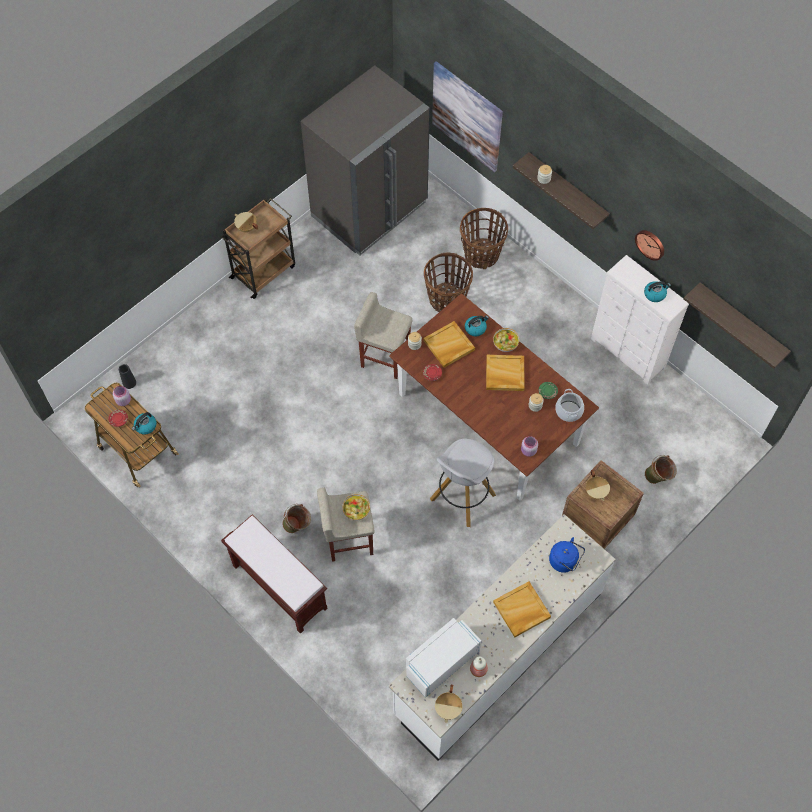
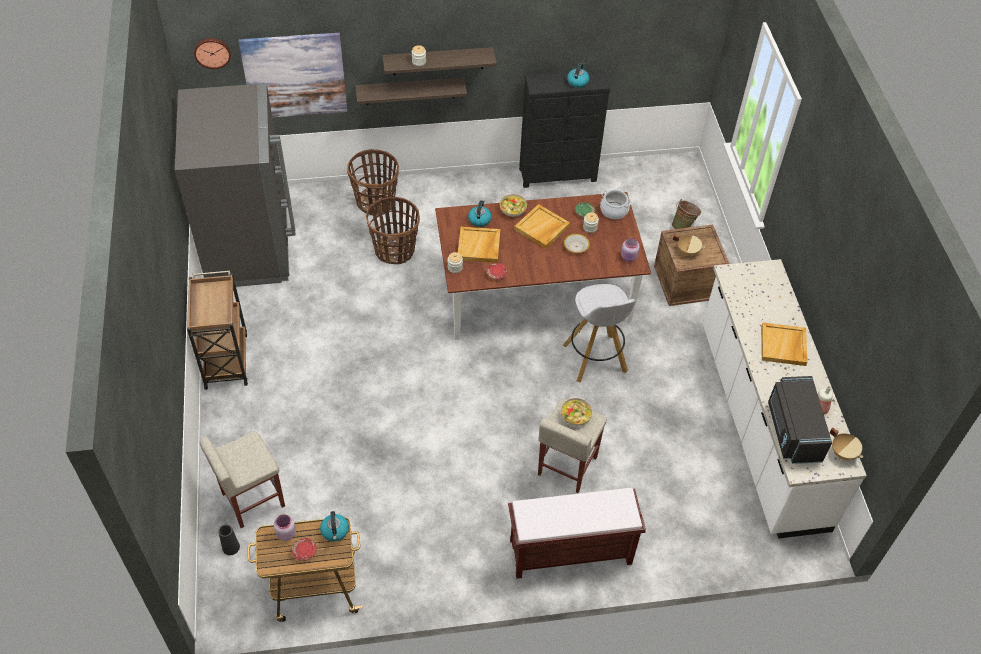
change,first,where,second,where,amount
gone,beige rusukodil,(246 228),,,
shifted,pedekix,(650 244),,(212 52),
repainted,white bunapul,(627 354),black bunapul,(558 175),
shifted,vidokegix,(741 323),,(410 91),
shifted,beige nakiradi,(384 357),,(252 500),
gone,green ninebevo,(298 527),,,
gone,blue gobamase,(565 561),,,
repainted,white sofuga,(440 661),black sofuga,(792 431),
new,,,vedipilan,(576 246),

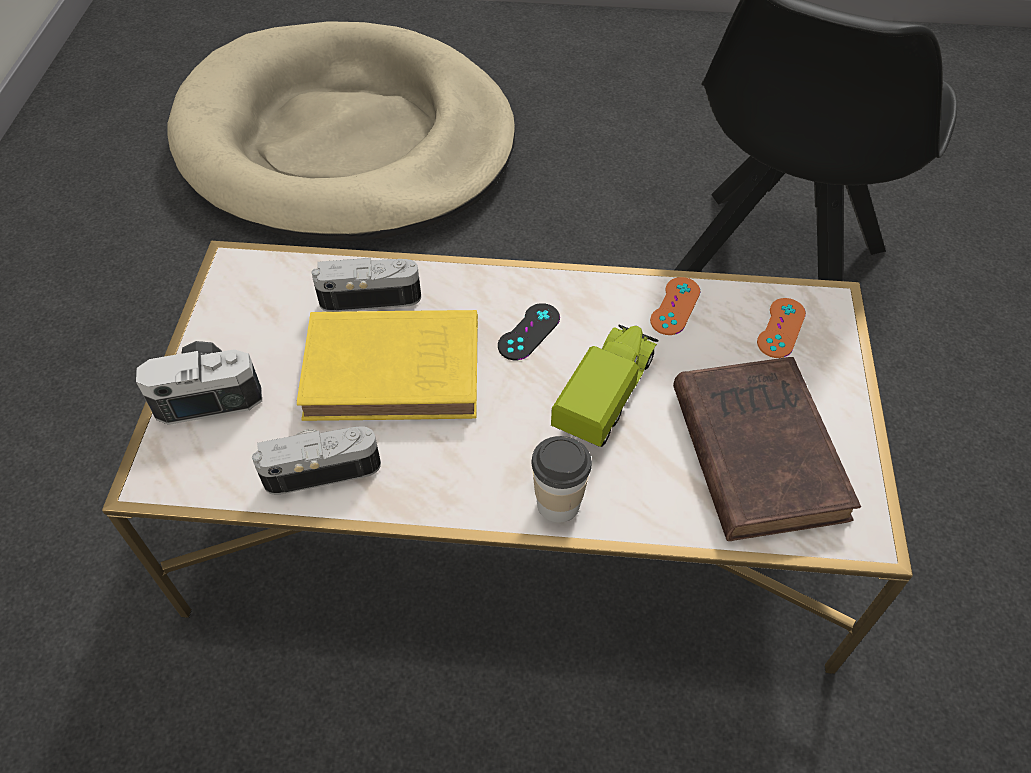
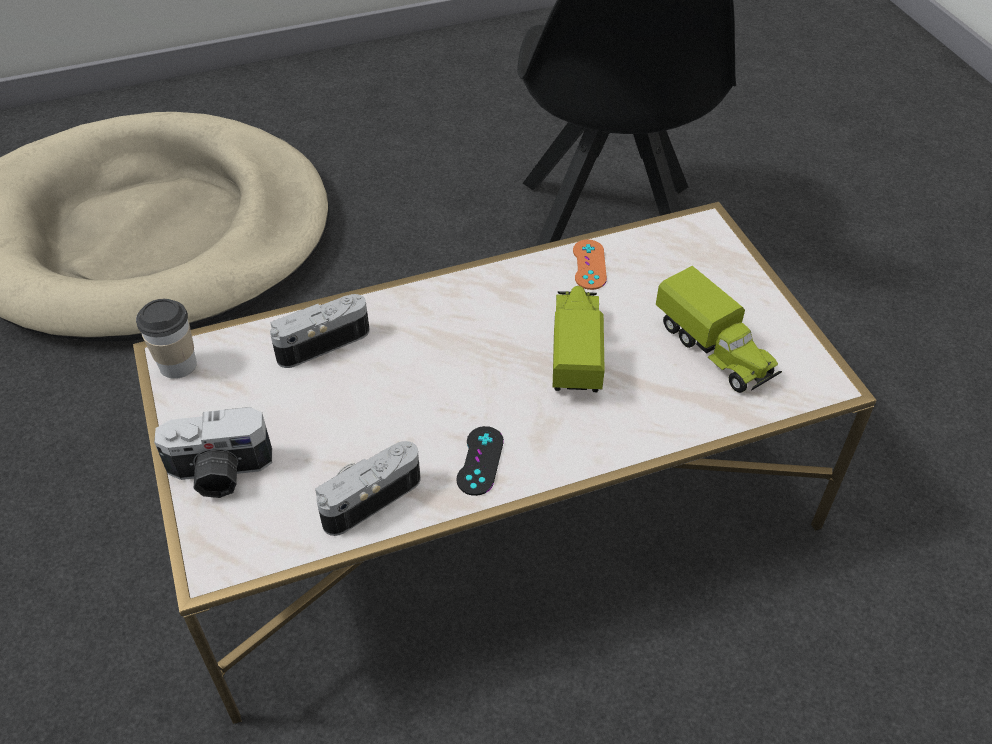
change,first,where,second,where,amount
gone,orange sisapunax,(781 328),,,
shifted,black sisapunax,(529 332),,(480 461),
gone,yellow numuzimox,(398 371),,,
rotated,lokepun,(209 392),,(220 473),150 degrees counterclockwise
swapped,brown numuzimox,(755 448),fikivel,(714 350),
shifted,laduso,(558 503),,(178 365),

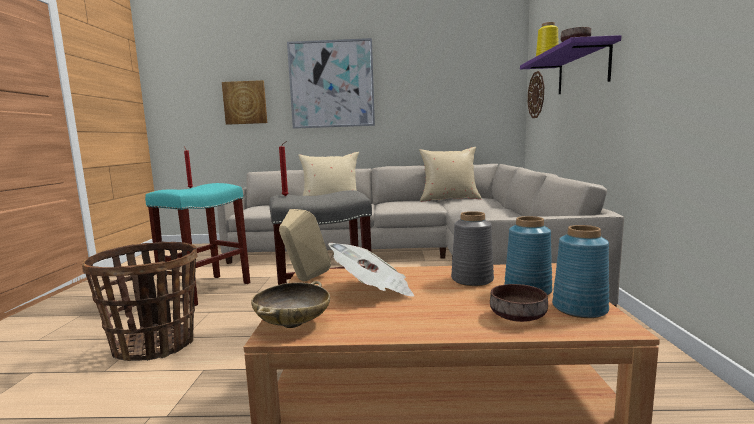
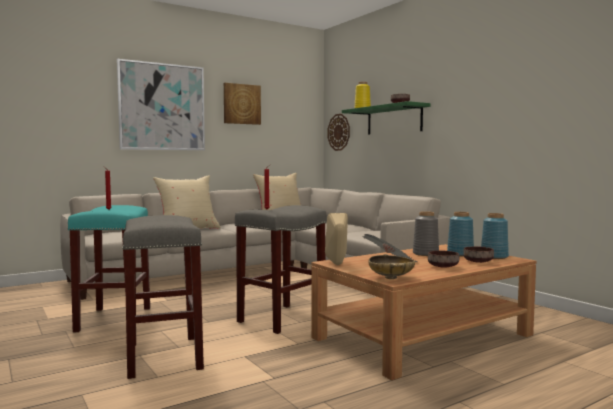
change,first,where,second,where,amount
repainted,purple vidokegix,(582 70),green vidokegix,(394 120),
shifted,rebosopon,(245 102),,(241 104),
swapped,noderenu,(155 345),grey nakiradi,(163 356),
new,,,brown vedipilan,(442 266),

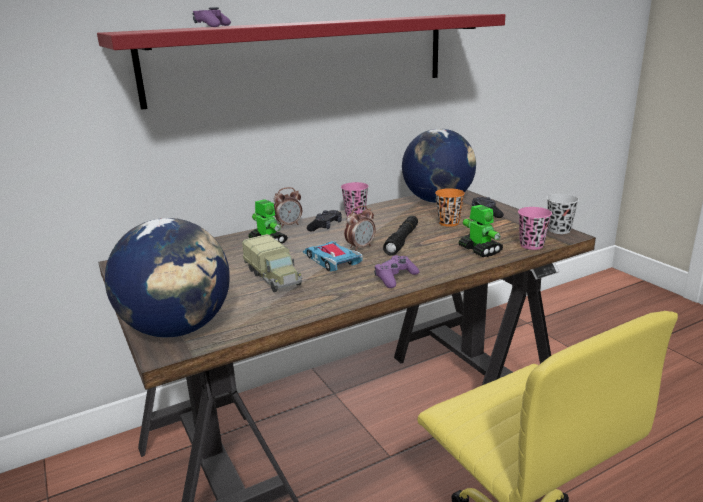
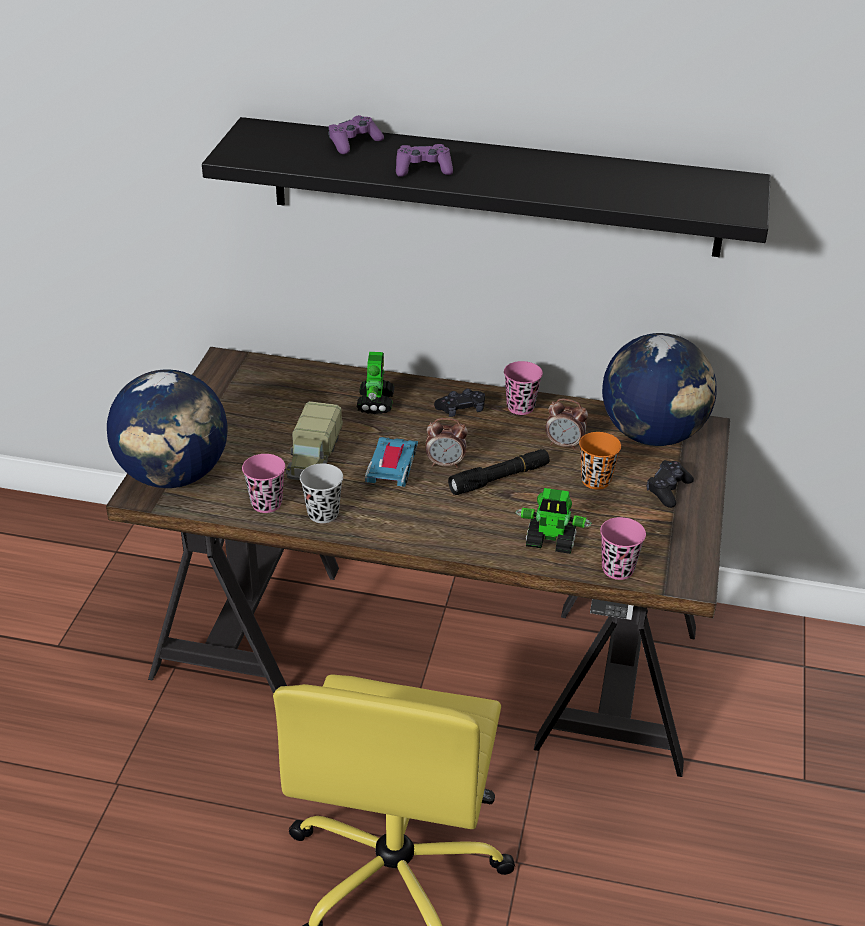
change,first,where,second,where,amount
repainted,red vidokegix,(304 57),black vidokegix,(494 187),
shifted,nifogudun,(289 225),,(564 444),
shifted,black laduso,(559 230),,(323 514),
rotated,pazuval,(479 250),,(551 541),90 degrees clockwise
shifted,purple sisapunax,(395 278),,(423 170),
new,,,pink laduso,(266 503),

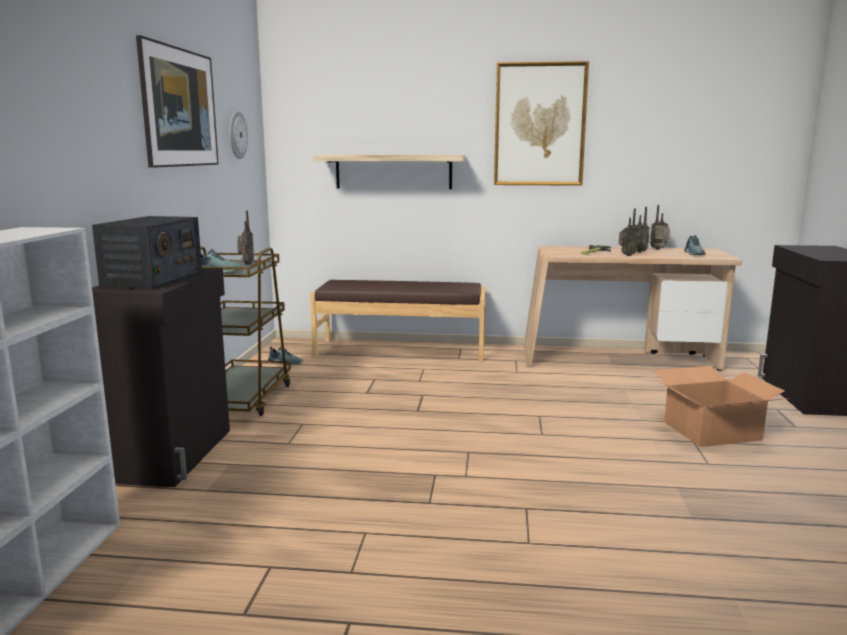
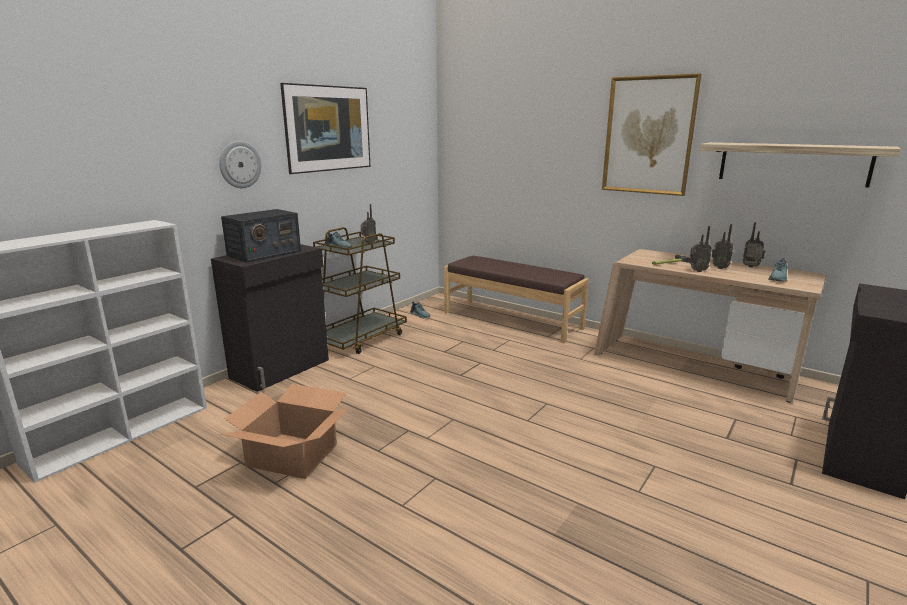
change,first,where,second,where,amount
shifted,pedekix,(237 135),,(240 164),
shifted,vidokegix,(393 171),,(792 163),
shifted,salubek,(711 430),,(292 454),

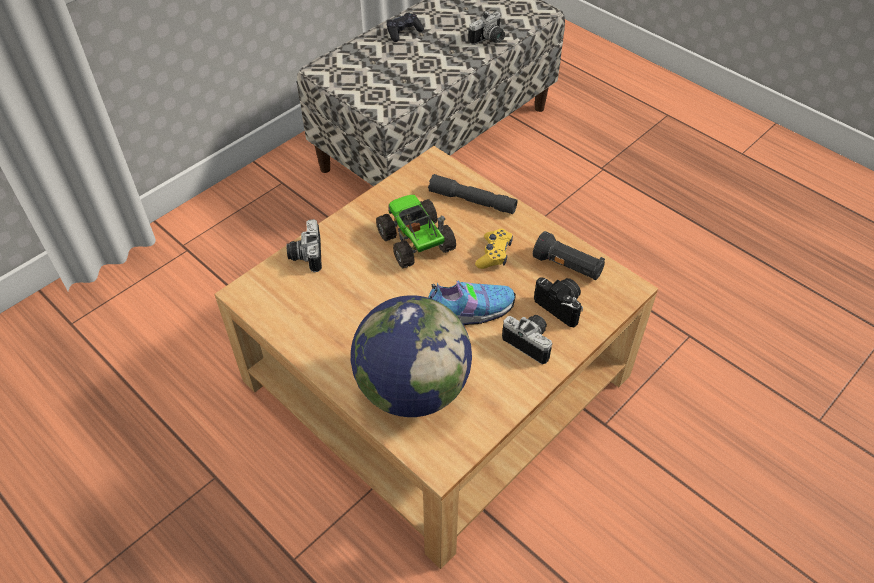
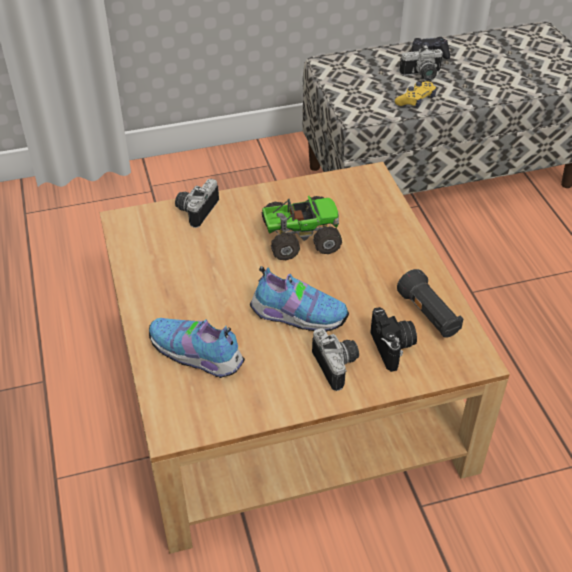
change,first,where,second,where,amount
shifted,lokepun,(489 40),,(422 76),
gone,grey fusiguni,(472 201),,,
rotated,fikivel,(416 243),,(299 237),75 degrees clockwise
shifted,yellow sisapunax,(494 254),,(416 100),
swapped,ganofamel,(412 389),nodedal,(197 357),

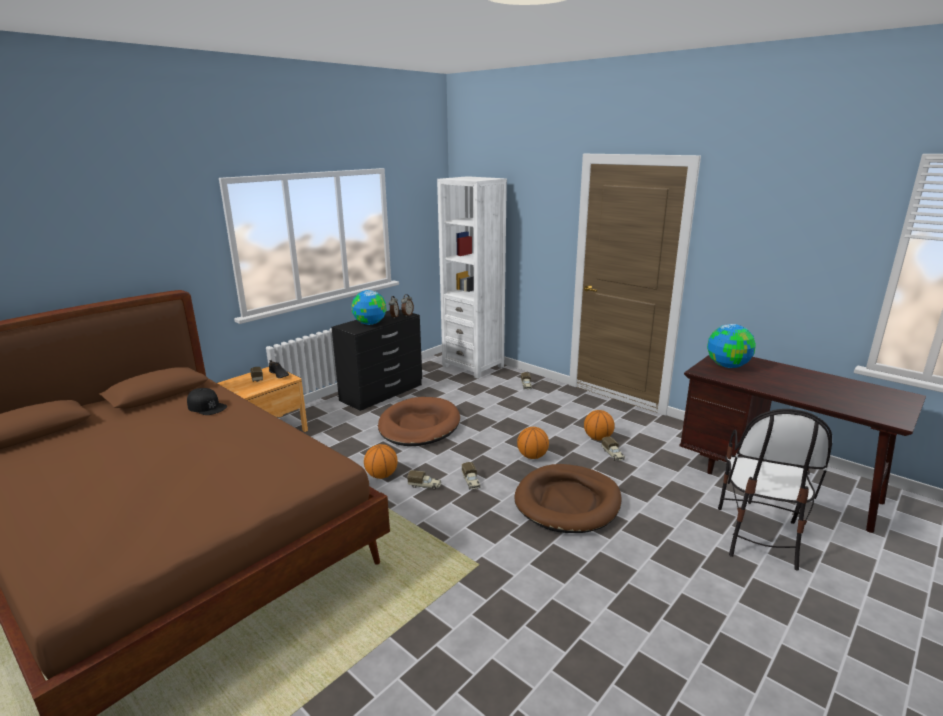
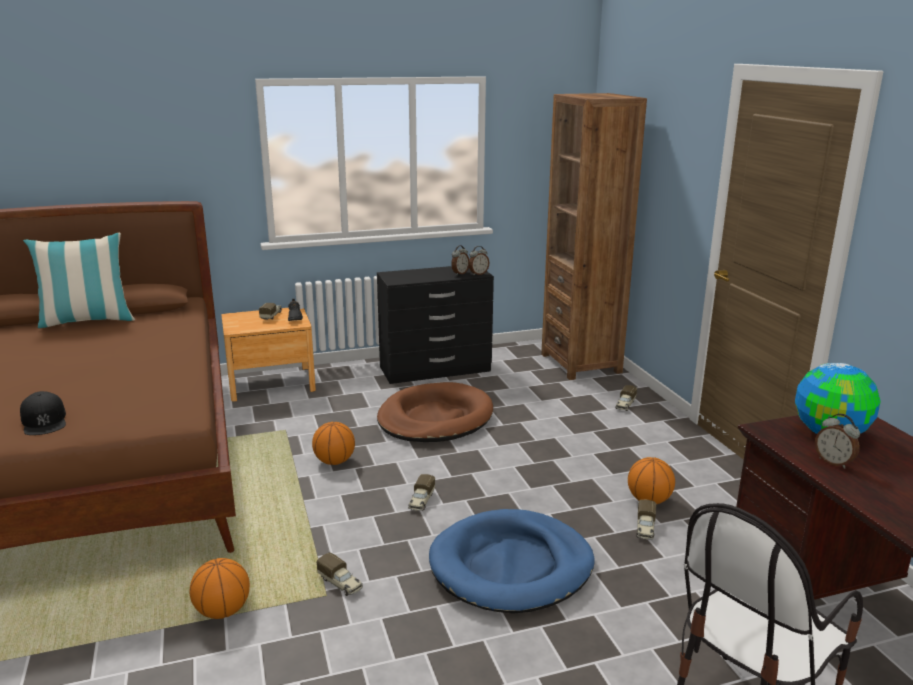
change,first,where,second,where,amount
repainted,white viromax,(473 366),brown viromax,(581 363),
gone,ganofamel,(369 323),,,
shifted,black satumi,(207 407),,(44 421),
shifted,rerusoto,(532 456),,(222 611),
repainted,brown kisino,(568 502),blue kisino,(511 566),
shifted,fikivel,(425 486),,(341 583),
new,,,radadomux,(87 321),
new,,,nifogudun,(833 462),

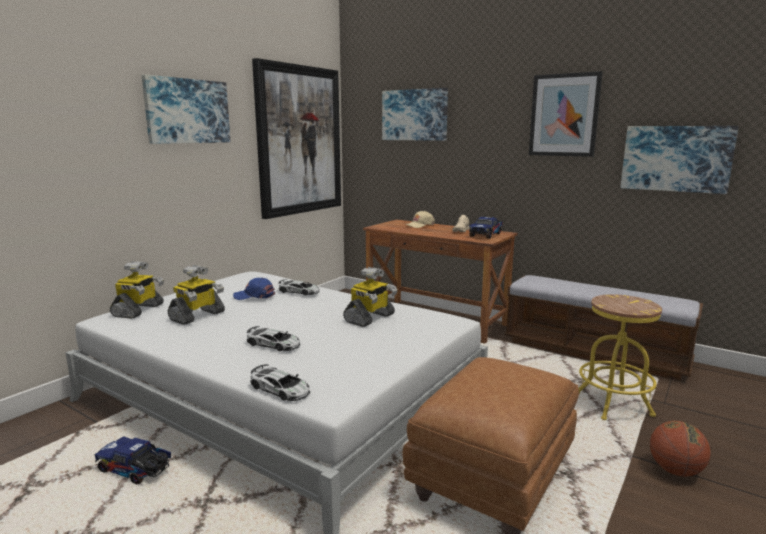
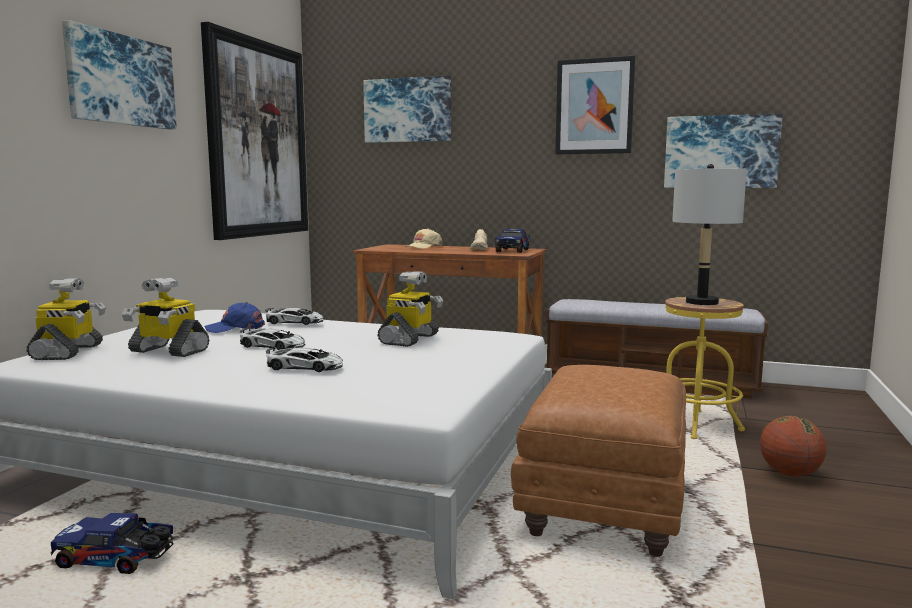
change,first,where,second,where,amount
rotated,pazuval,(197 316),,(168 351),90 degrees clockwise
shifted,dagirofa,(280 389),,(273 346),
new,,,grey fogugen,(702 302),

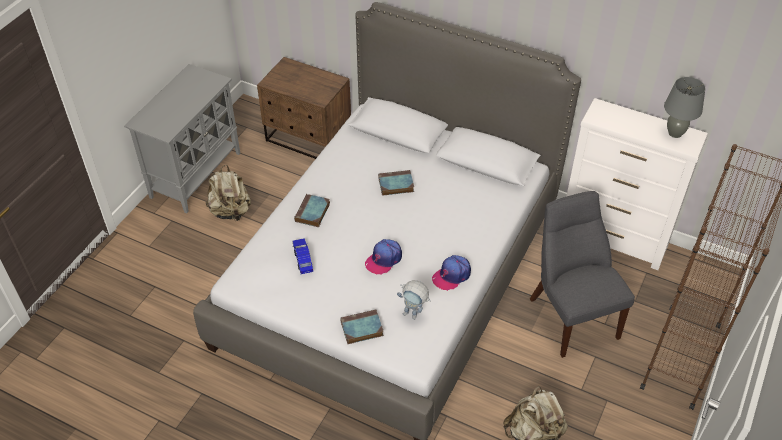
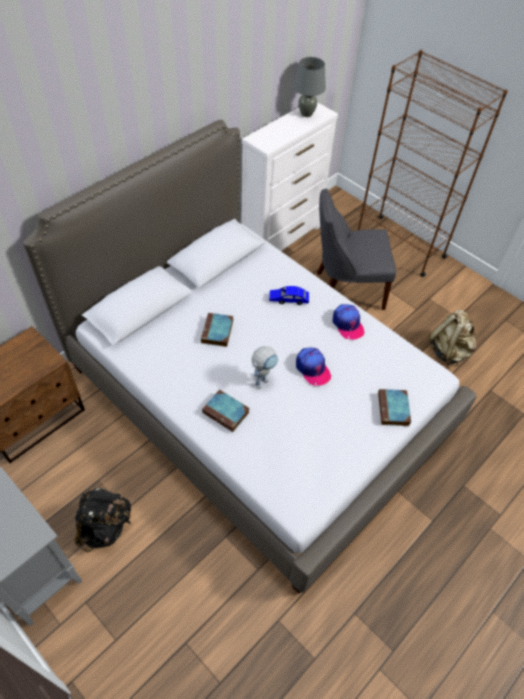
change,first,where,second,where,amount
repainted,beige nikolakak,(231 211),black nikolakak,(105 527),
shifted,blue dagirofa,(303 259),,(288 299),
shifted,pazuval,(414 315),,(263 380),

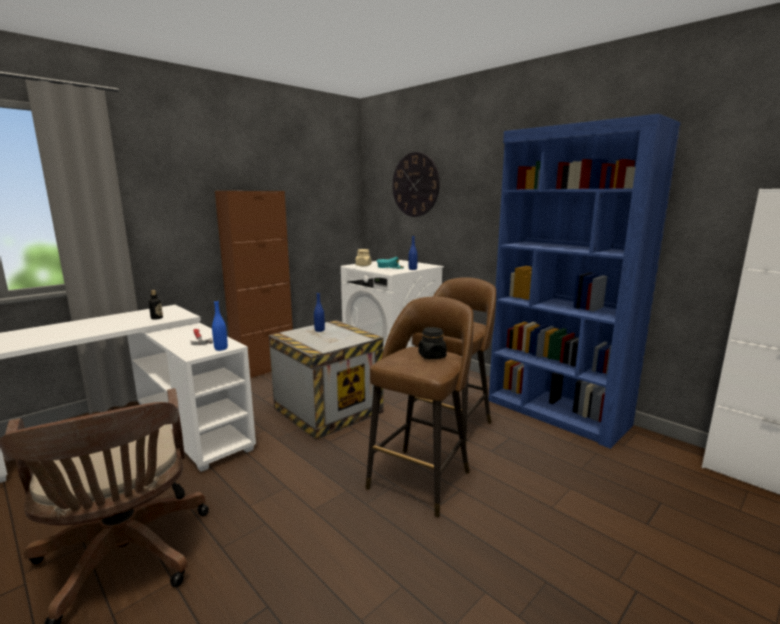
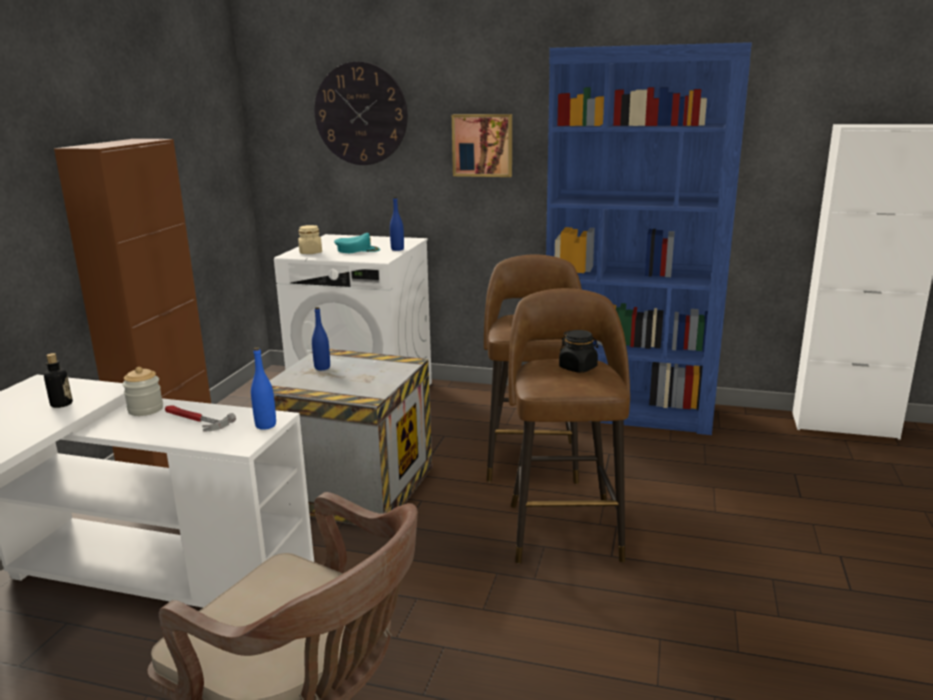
change,first,where,second,where,amount
new,,,rebosopon,(482 145),
new,,,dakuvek,(145 409),

